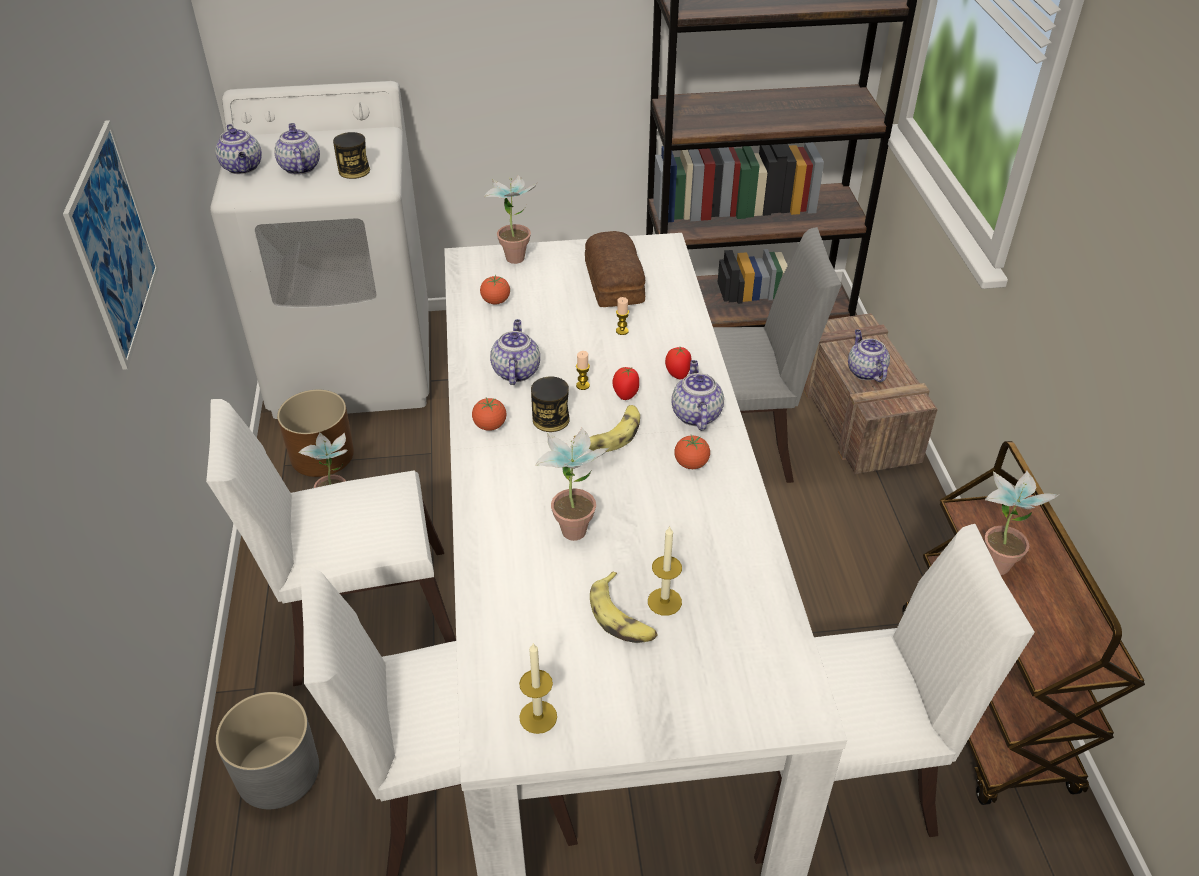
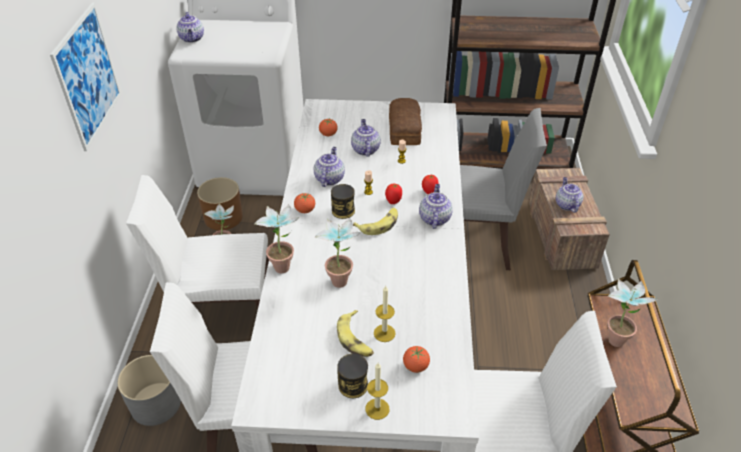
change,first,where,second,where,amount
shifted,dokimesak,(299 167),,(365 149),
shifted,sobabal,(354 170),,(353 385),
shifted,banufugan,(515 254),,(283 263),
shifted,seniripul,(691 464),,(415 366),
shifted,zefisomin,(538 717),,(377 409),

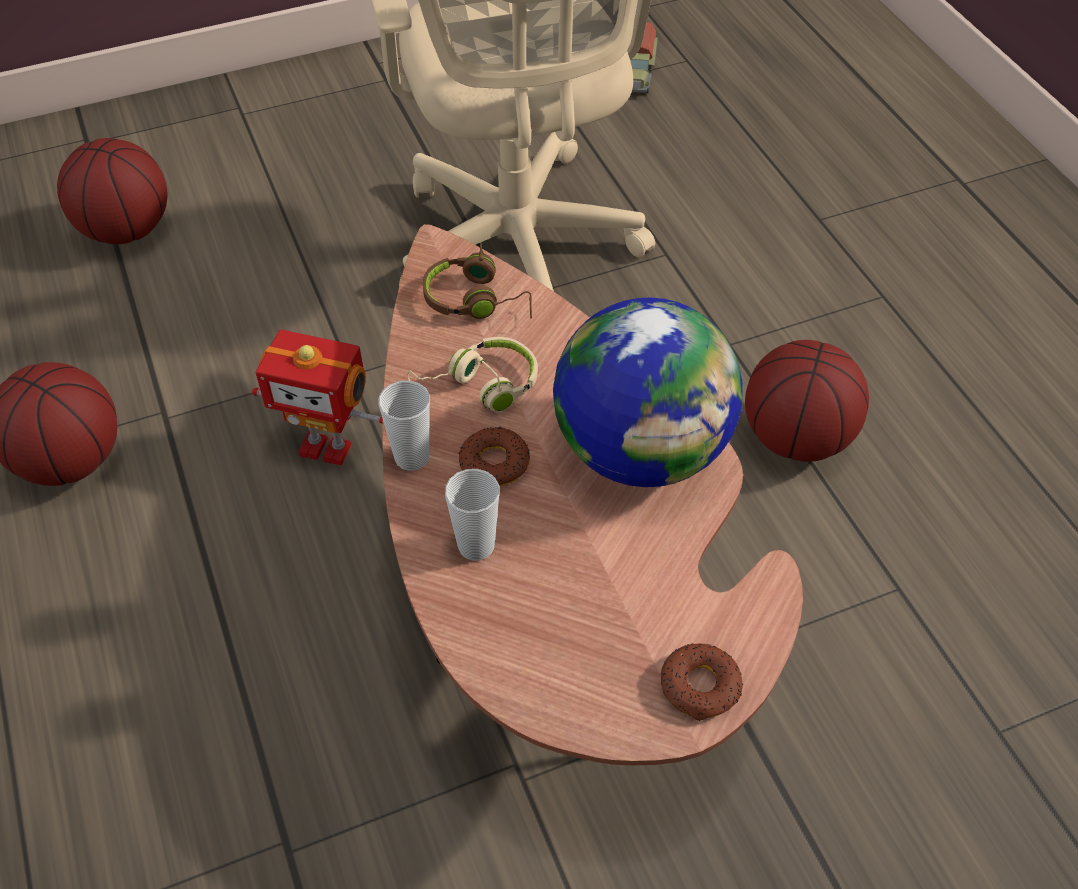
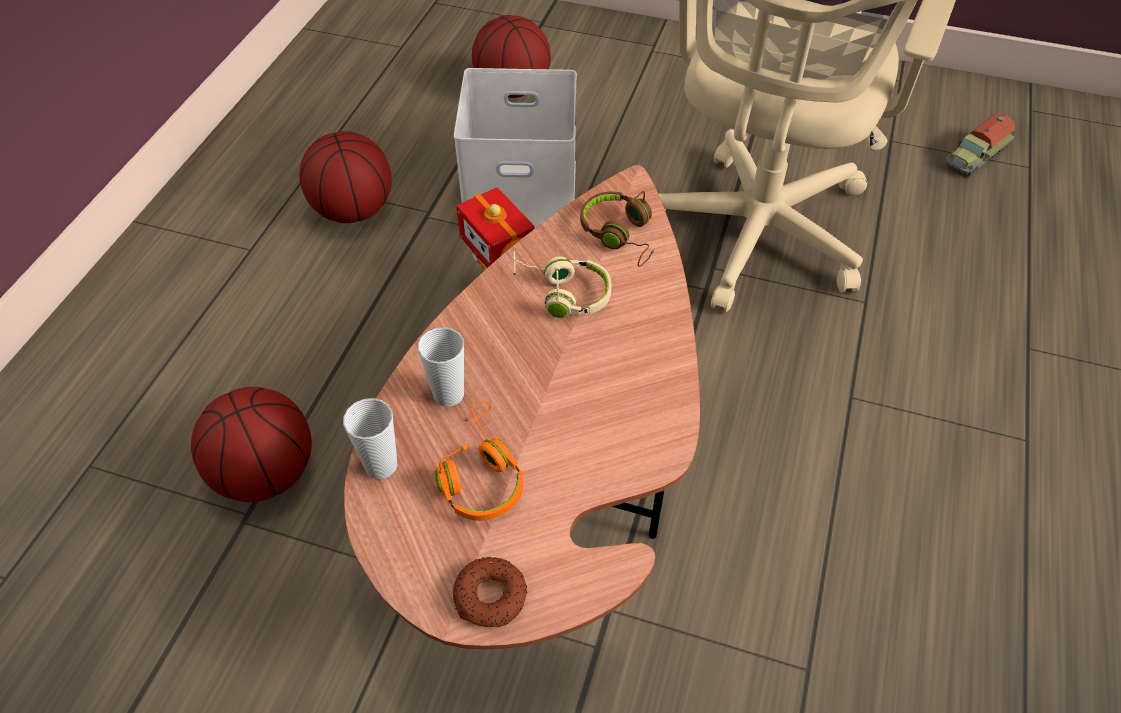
change,first,where,second,where,amount
gone,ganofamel,(642 450),,,
shifted,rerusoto,(795 438),,(265 473),
shifted,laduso,(412 457),,(381 465),
gone,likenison,(494 463),,,
new,,,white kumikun,(523 190),
new,,,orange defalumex,(479 475),

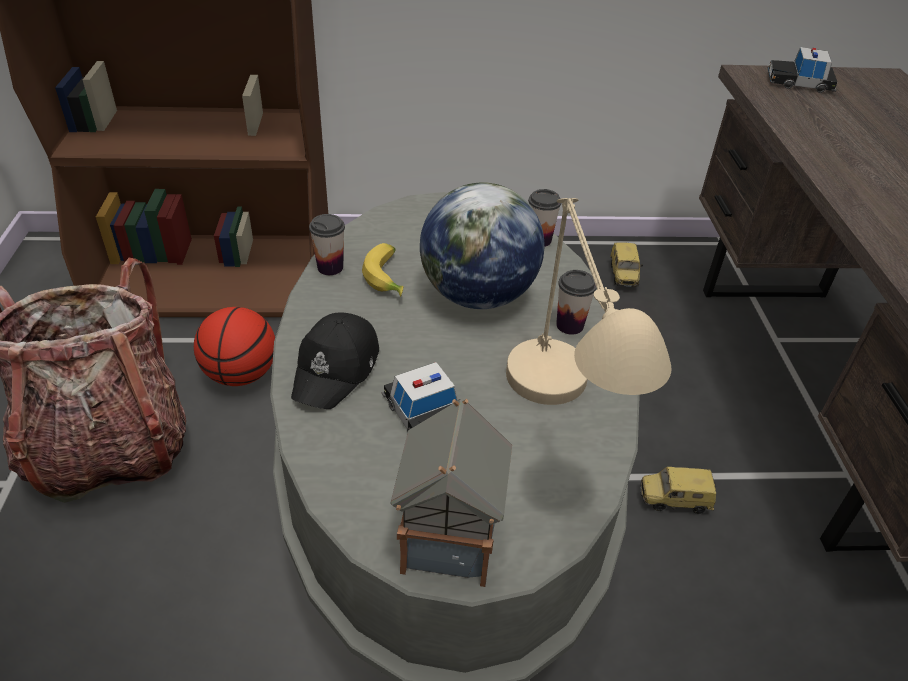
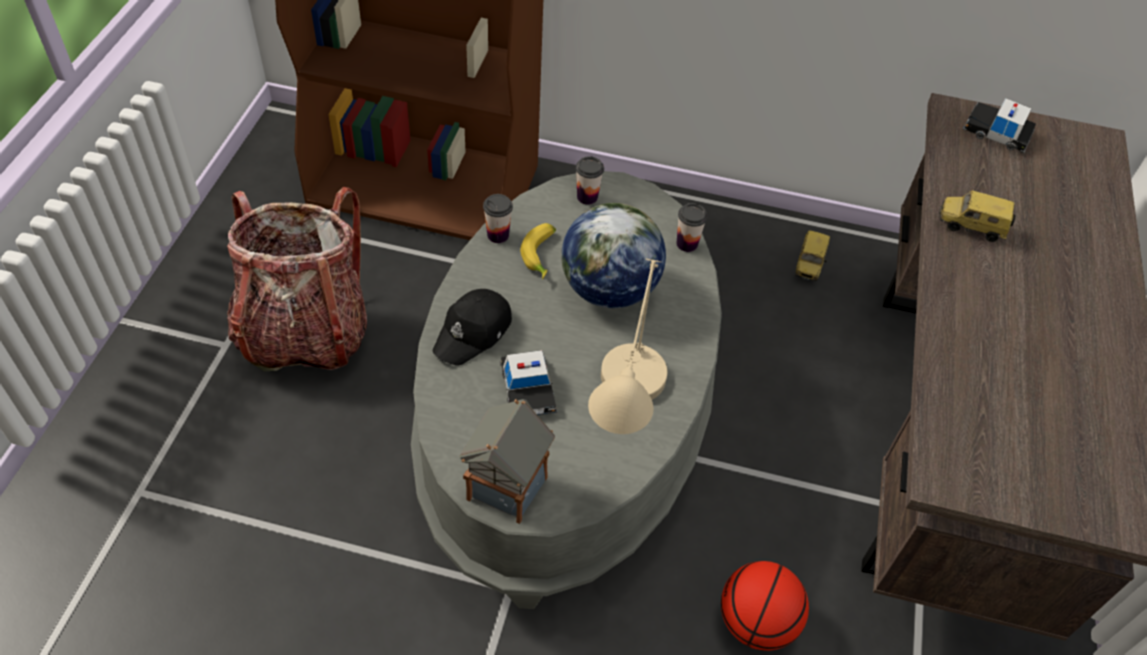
change,first,where,second,where,amount
shifted,laduso,(569 325),,(587 197),
shifted,rerusoto,(241 374),,(756 622),
shifted,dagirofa,(674 501),,(971 227),

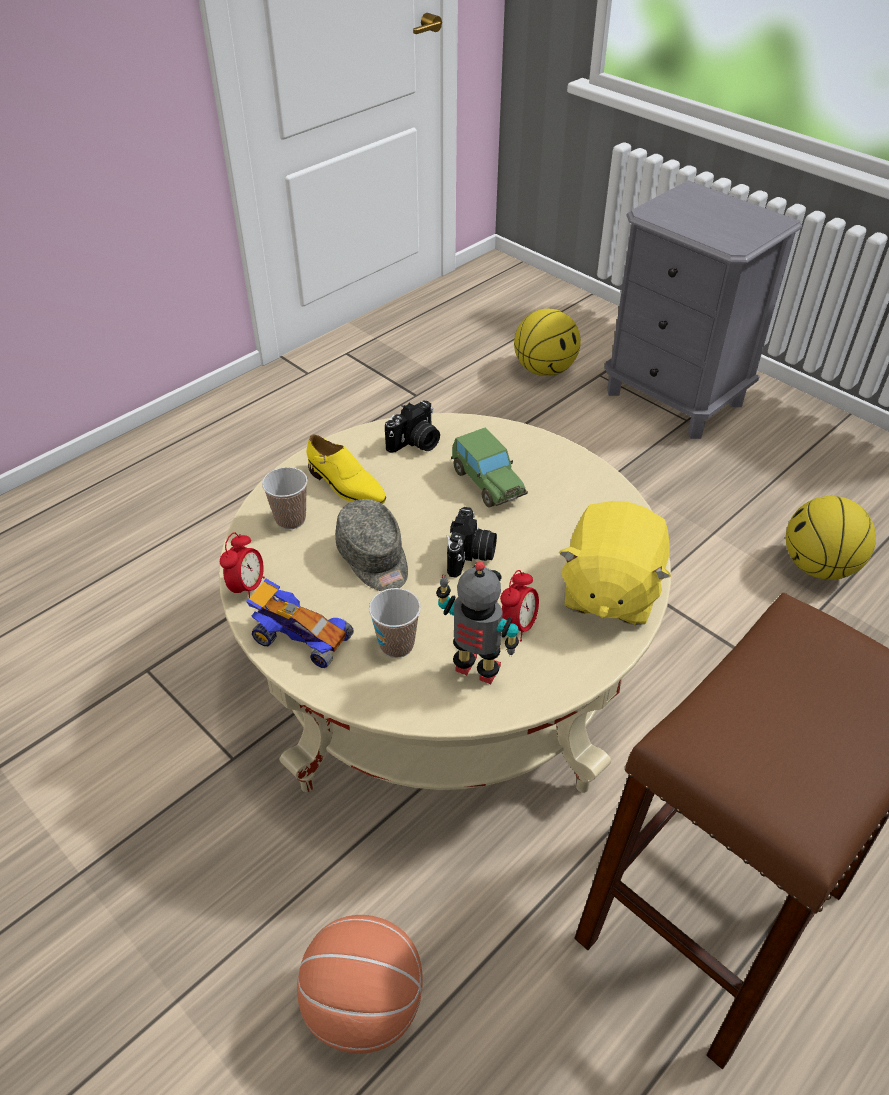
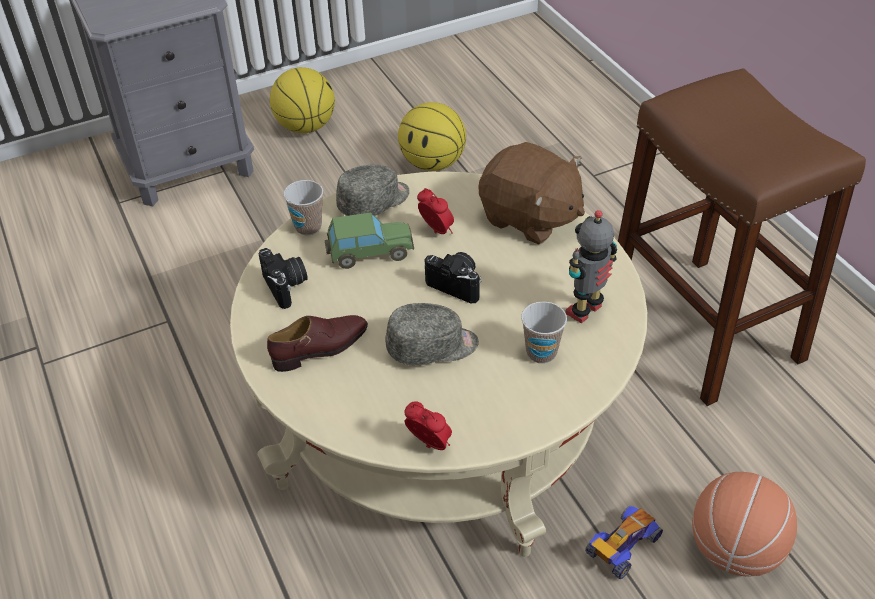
change,first,where,second,where,amount
shifted,rerusoto,(545 370),,(306 126),
repainted,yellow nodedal,(346 486),brown nodedal,(321 348),
shifted,laduso,(290 519),,(308 227),
repainted,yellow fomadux,(609 591),brown fomadux,(530 218),
shifted,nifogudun,(518 626),,(436 231),
shifted,dagirofa,(301 638),,(622 548),
new,,,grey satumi,(374 202),

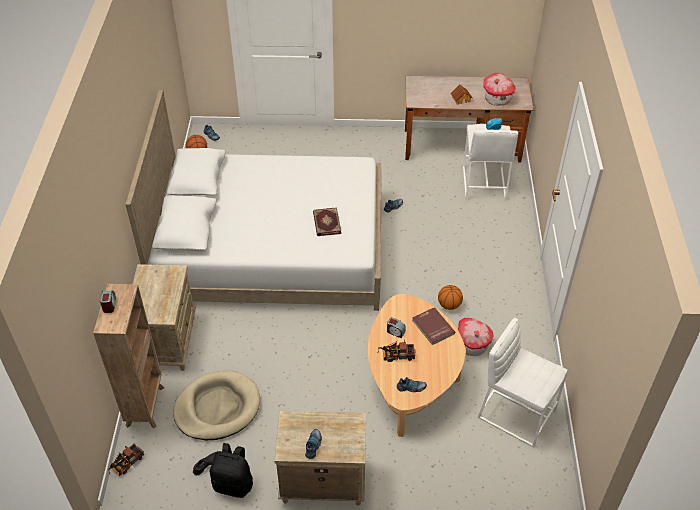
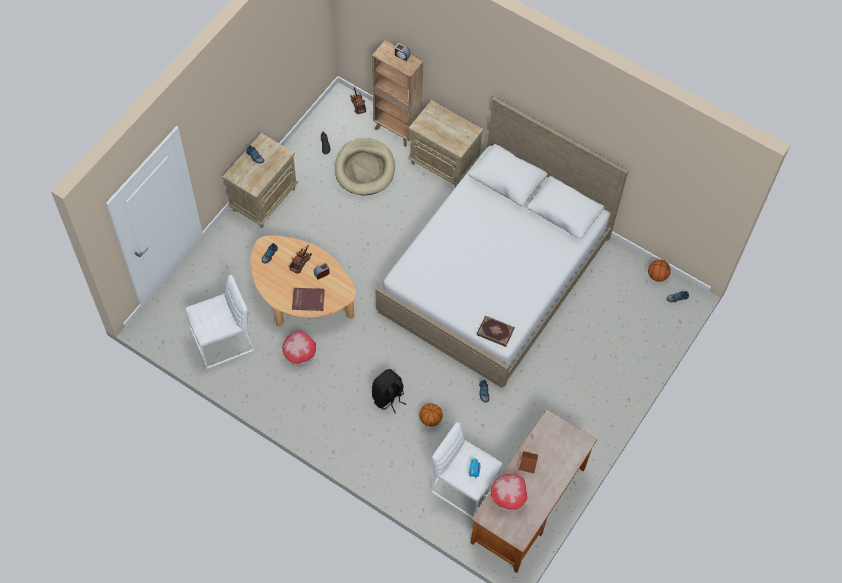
change,first,where,second,where,amount
shifted,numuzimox,(326 223),,(495 331),
shifted,rerusoto,(449 305),,(430 419),
shifted,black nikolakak,(234 484),,(388 398),

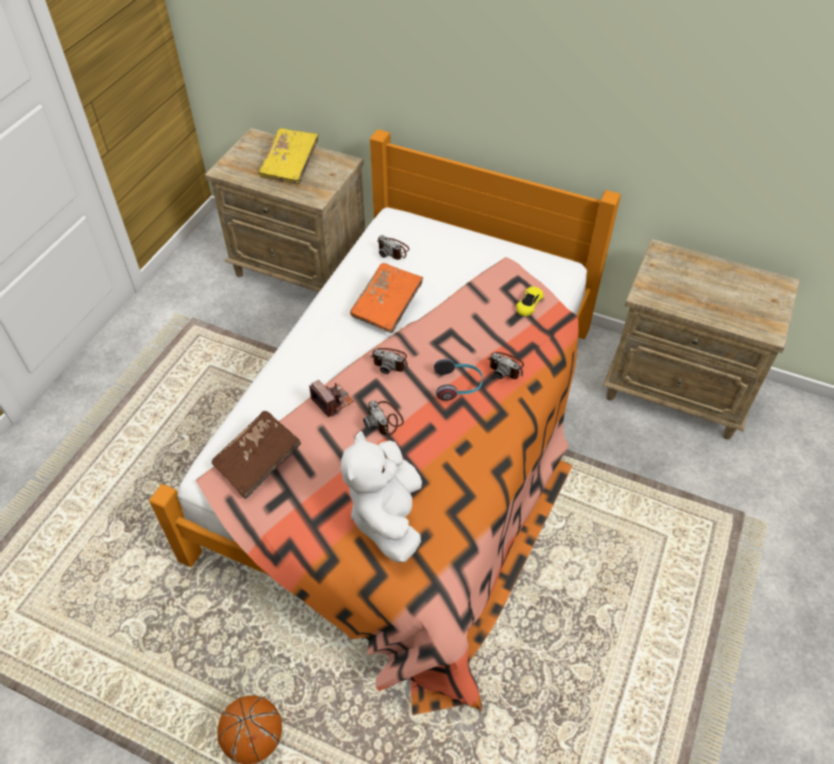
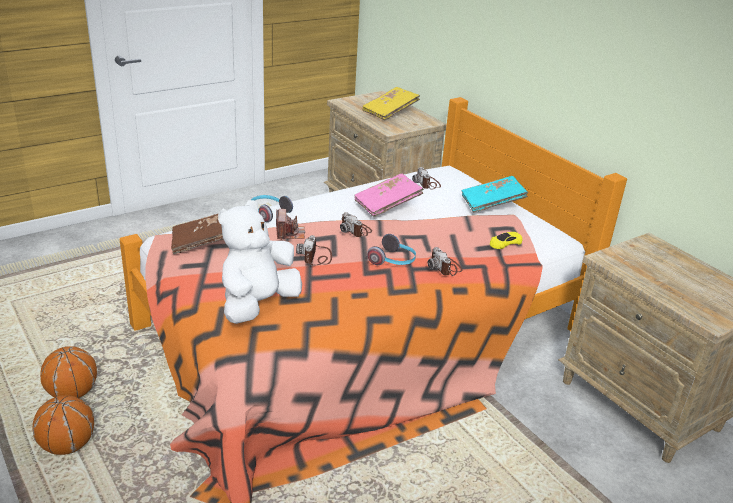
change,first,where,second,where,amount
repainted,orange numuzimox,(387 306),pink numuzimox,(387 204),
new,,,turquoise numuzimox,(492 203),
new,,,defalumex,(268 213),
new,,,rerusoto,(72 393),

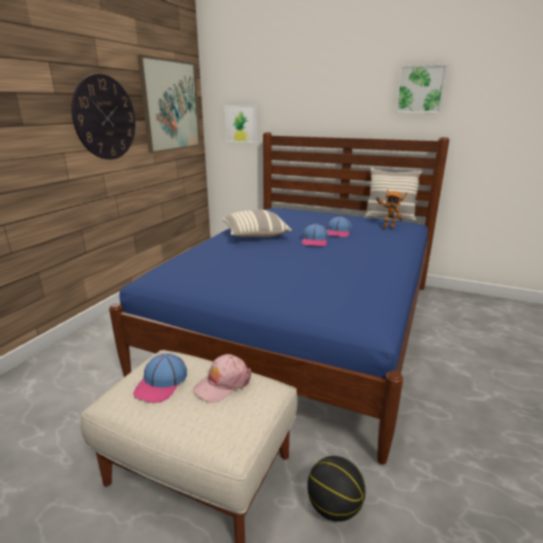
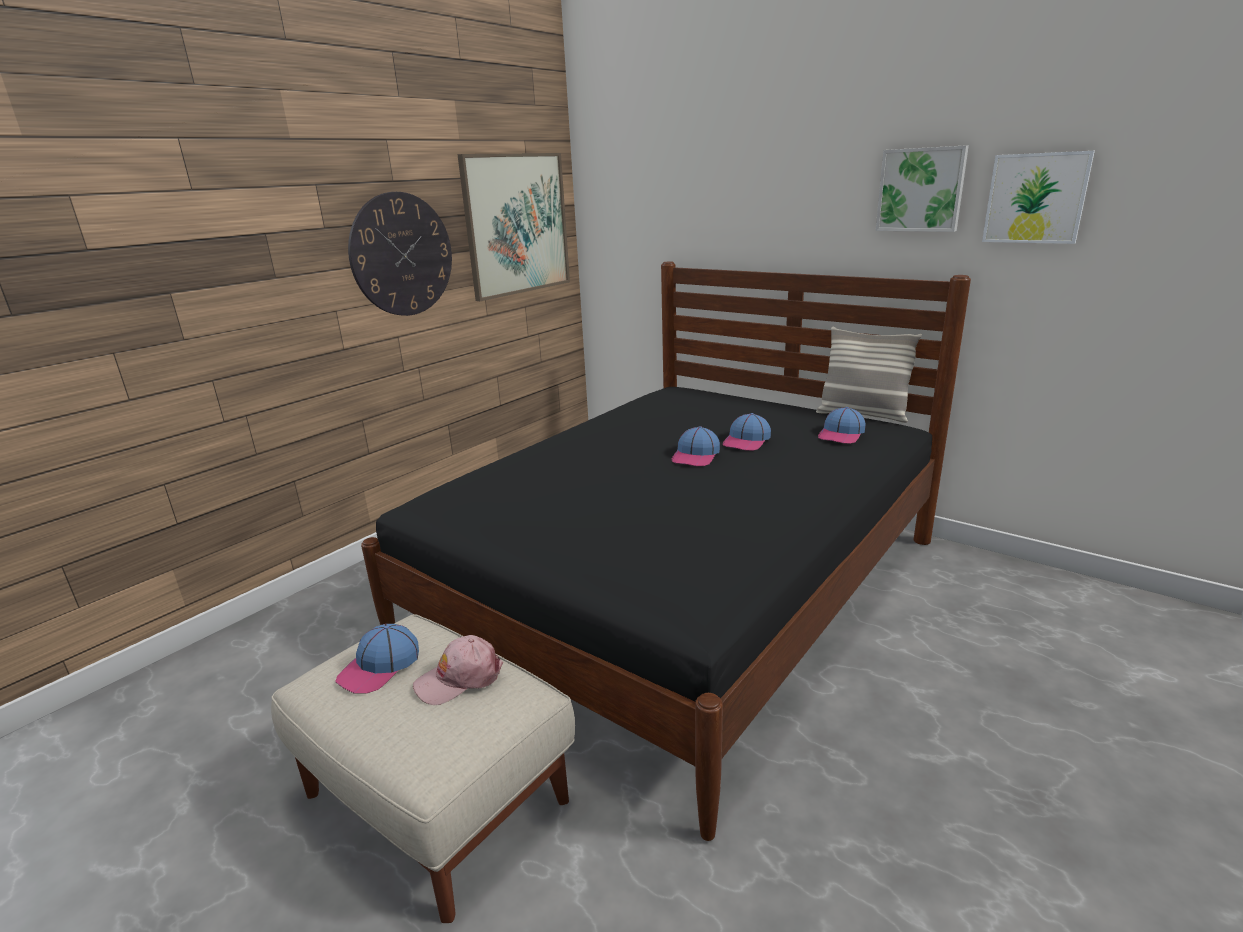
change,first,where,second,where,amount
shifted,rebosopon,(241 123),,(1035 198),
repainted,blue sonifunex,(302 324),black sonifunex,(682 589),
swapped,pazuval,(387 227),satumi,(841 434),
gone,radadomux,(254 235),,,
gone,rerusoto,(334 507),,,

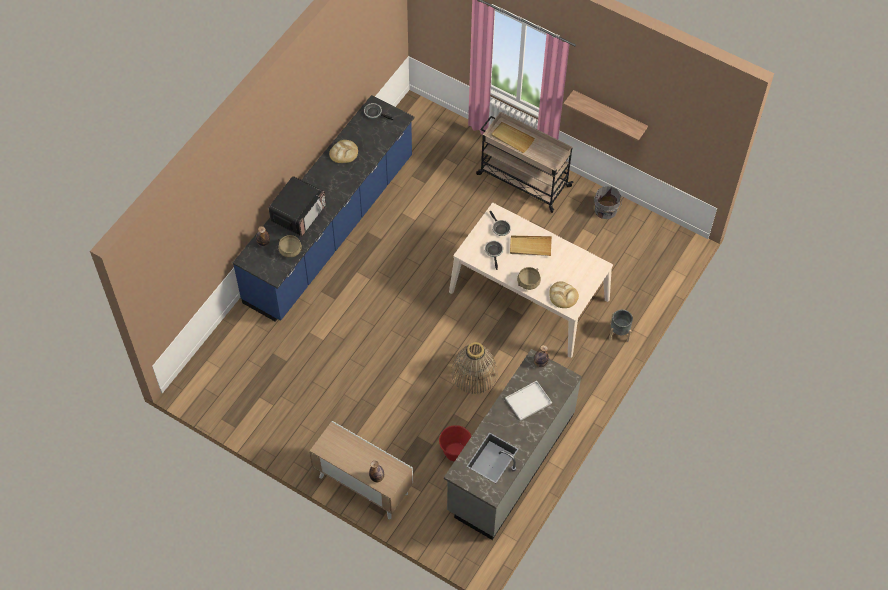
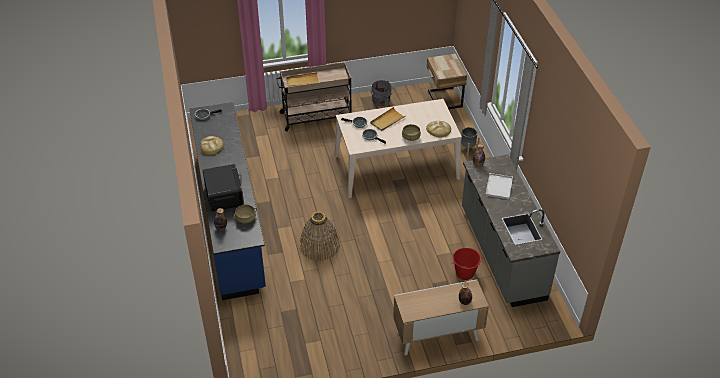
change,first,where,second,where,amount
gone,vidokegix,(609 114),,,
shifted,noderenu,(474 373),,(319 246),
new,,,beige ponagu,(444 99),

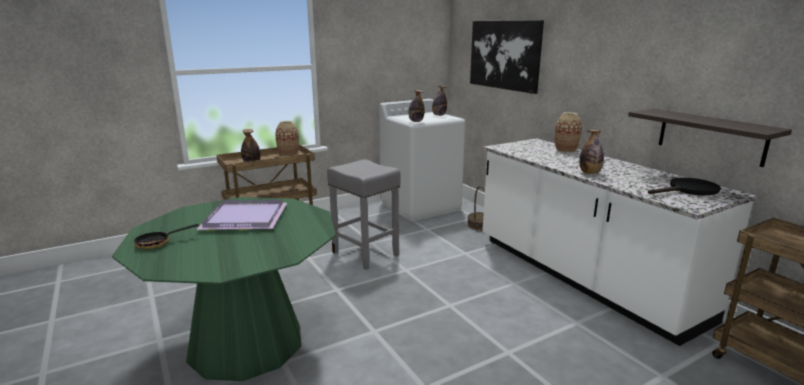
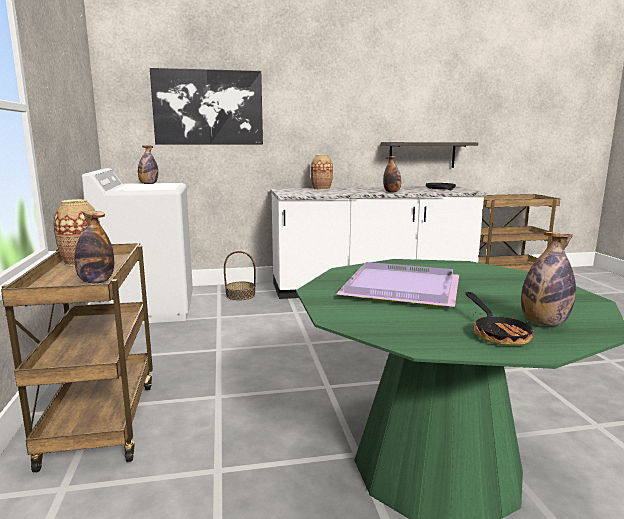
change,first,where,second,where,amount
shifted,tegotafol,(416 121),,(543 323),
gone,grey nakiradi,(366 254),,,

